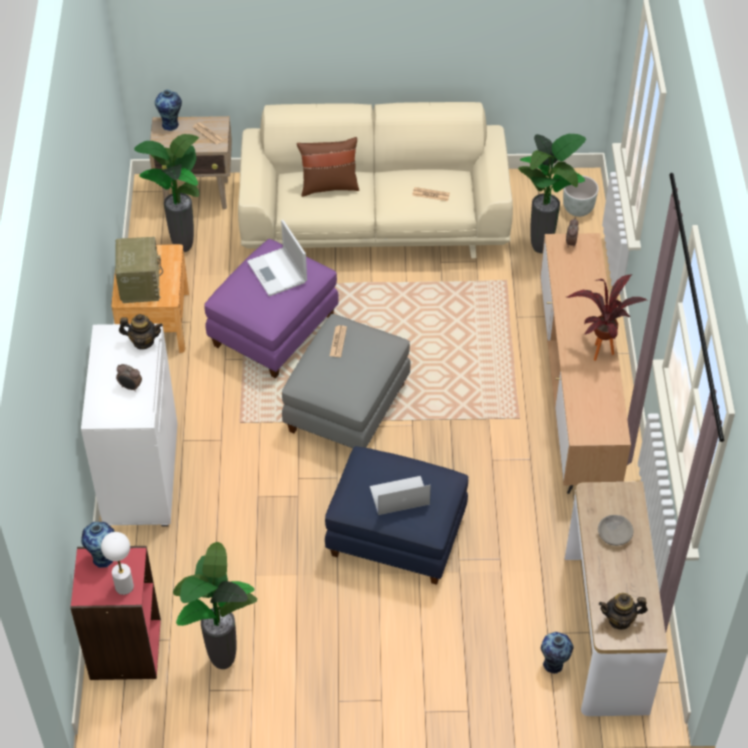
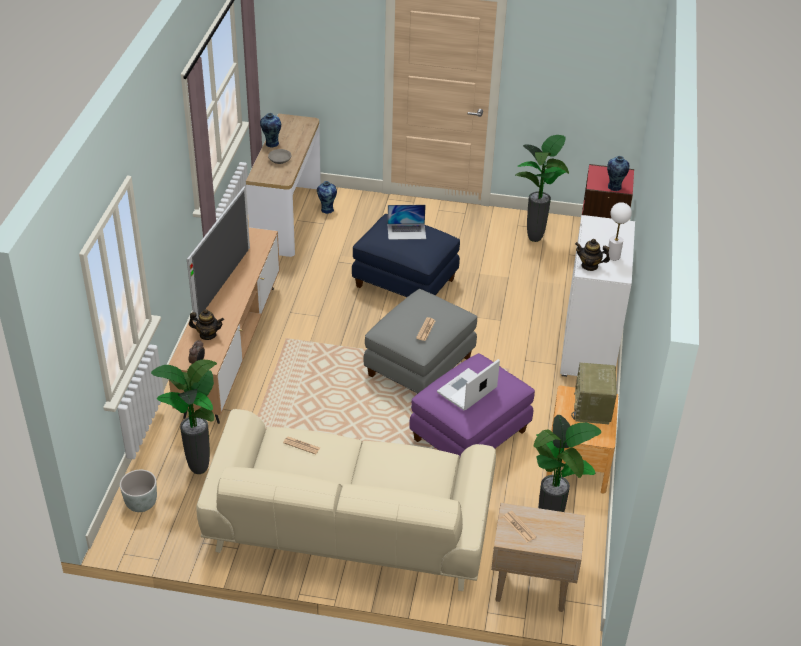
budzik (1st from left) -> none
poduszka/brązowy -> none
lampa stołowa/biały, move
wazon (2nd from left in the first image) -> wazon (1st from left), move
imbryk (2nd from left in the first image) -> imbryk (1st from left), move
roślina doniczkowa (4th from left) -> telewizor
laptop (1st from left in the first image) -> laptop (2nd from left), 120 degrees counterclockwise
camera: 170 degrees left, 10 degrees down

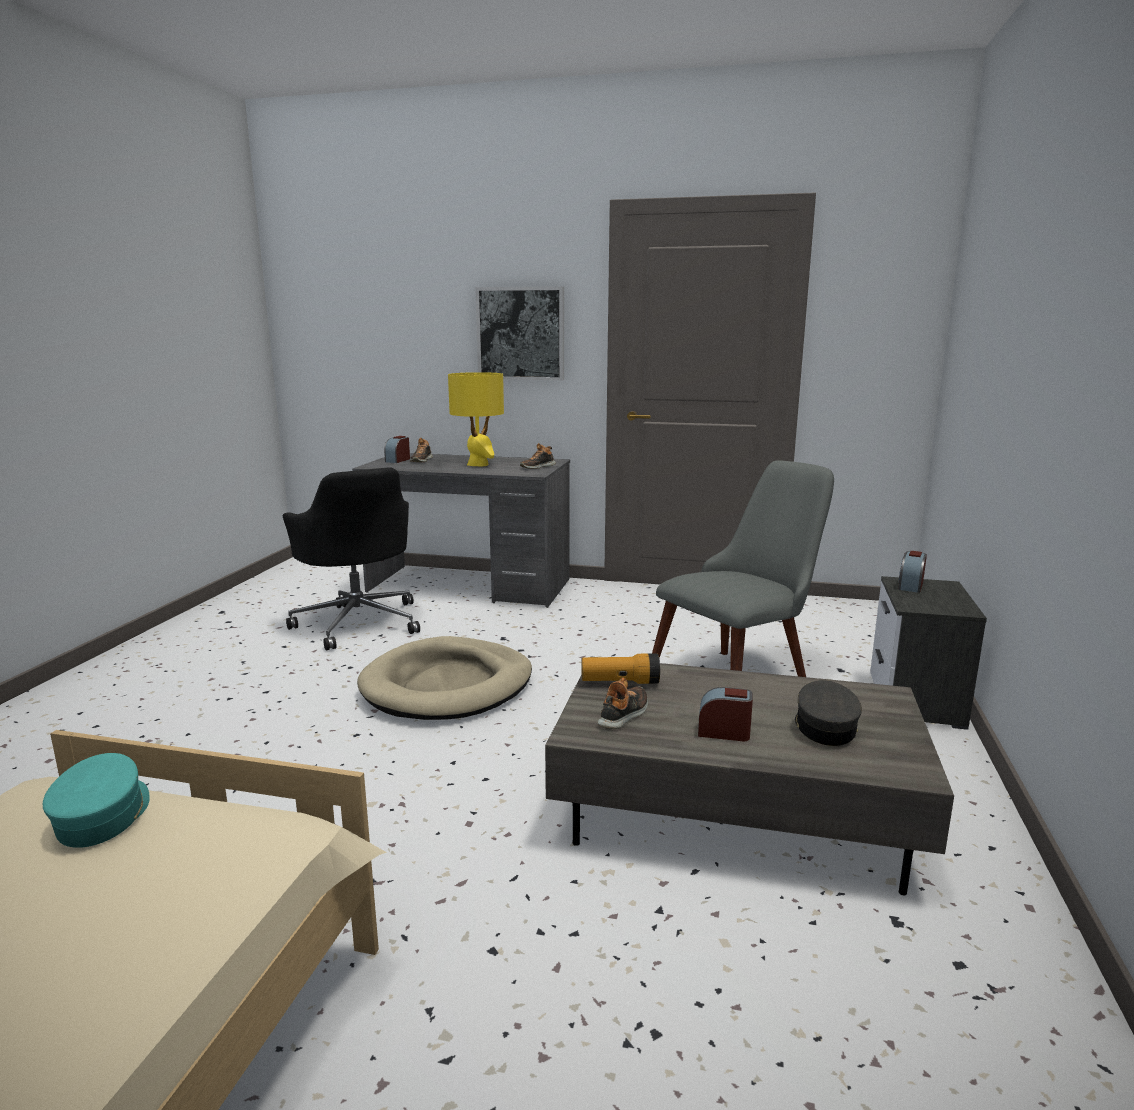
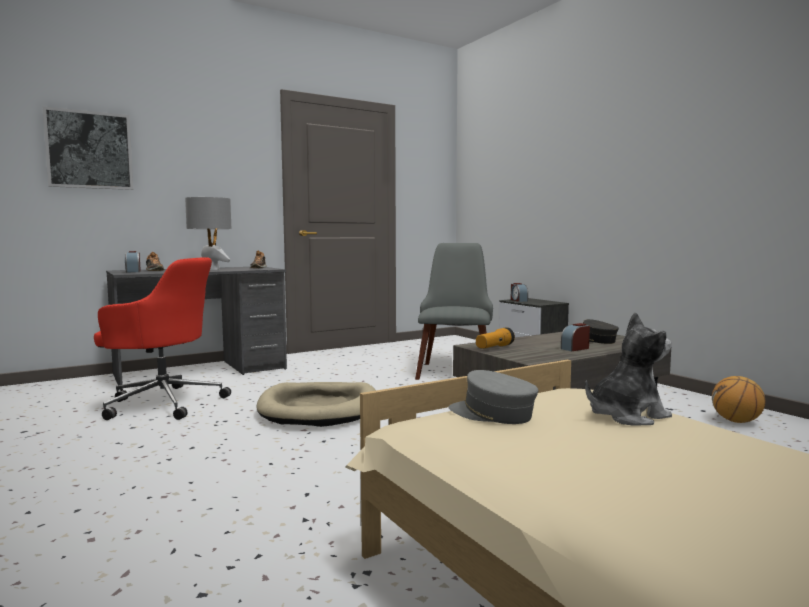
but (3rd from left) -> none
none -> pluszak
none -> piłka do koszykówki
obraz, move
czapka z daszkiem/turkusowy -> czapka z daszkiem/szary (1st from left)
krzesło biurowe/czarny -> krzesło biurowe/czerwony
lampa stołowa/żółty -> lampa stołowa/szary
camera: 45 degrees left, 10 degrees down

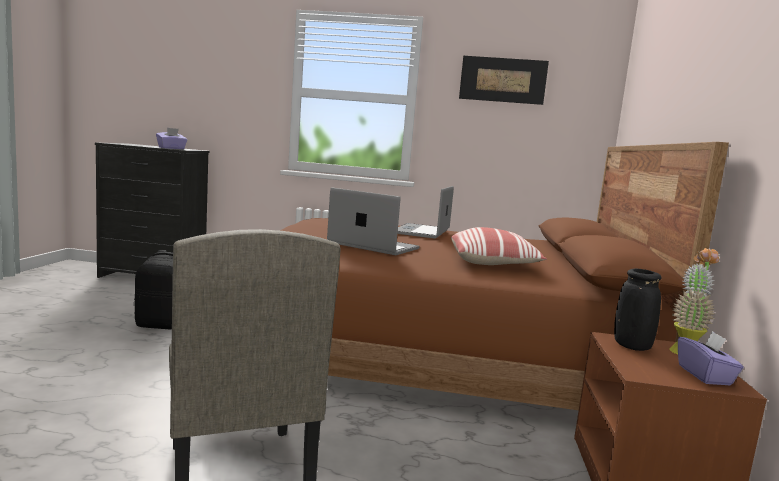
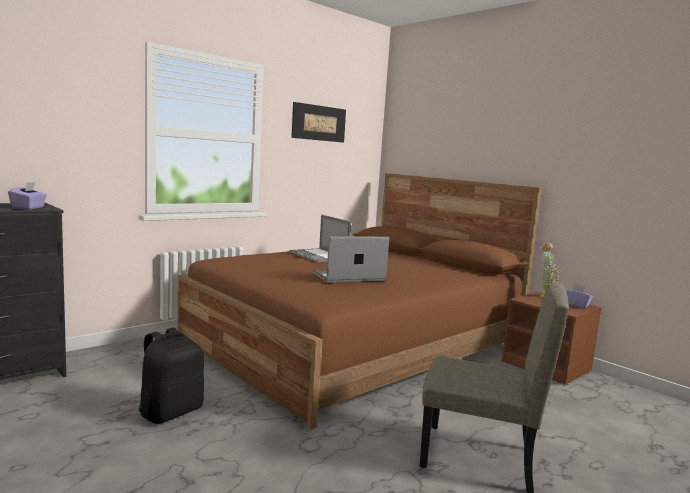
poduszka -> none
wazon/czarny -> none
camera: 50 degrees left, 0 degrees up

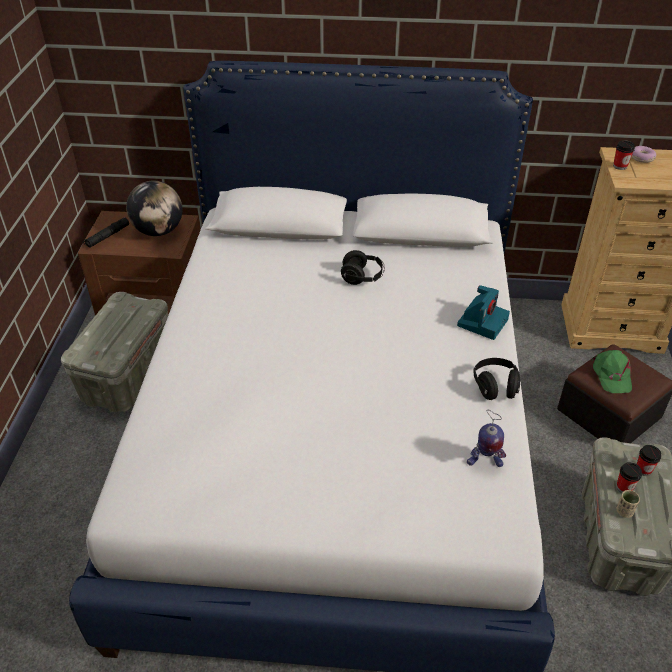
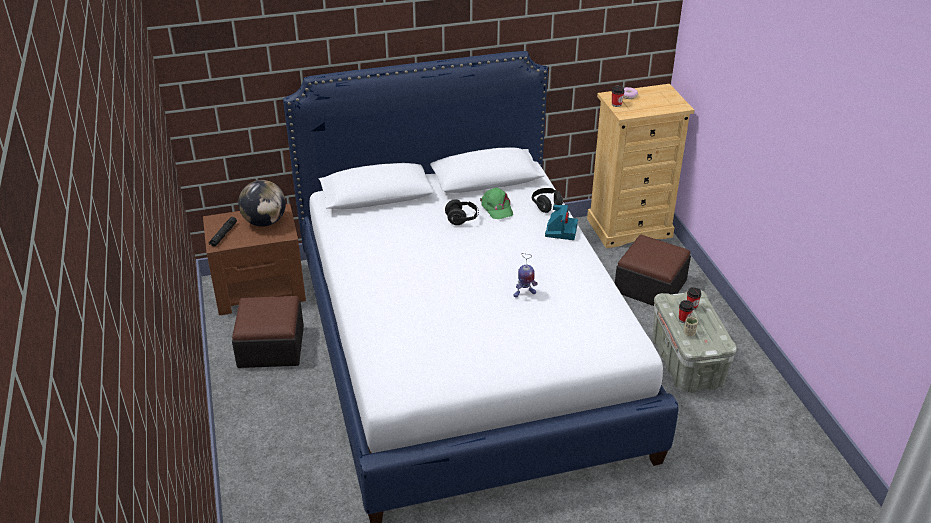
robot zabawkowy, move
słuchawki/czarny (2nd from left), move
czapka z daszkiem/zielony, move
pojemnik do przechowywania/szary (1st from left) -> pufa (1st from left)
camera: 20 degrees left, 5 degrees down

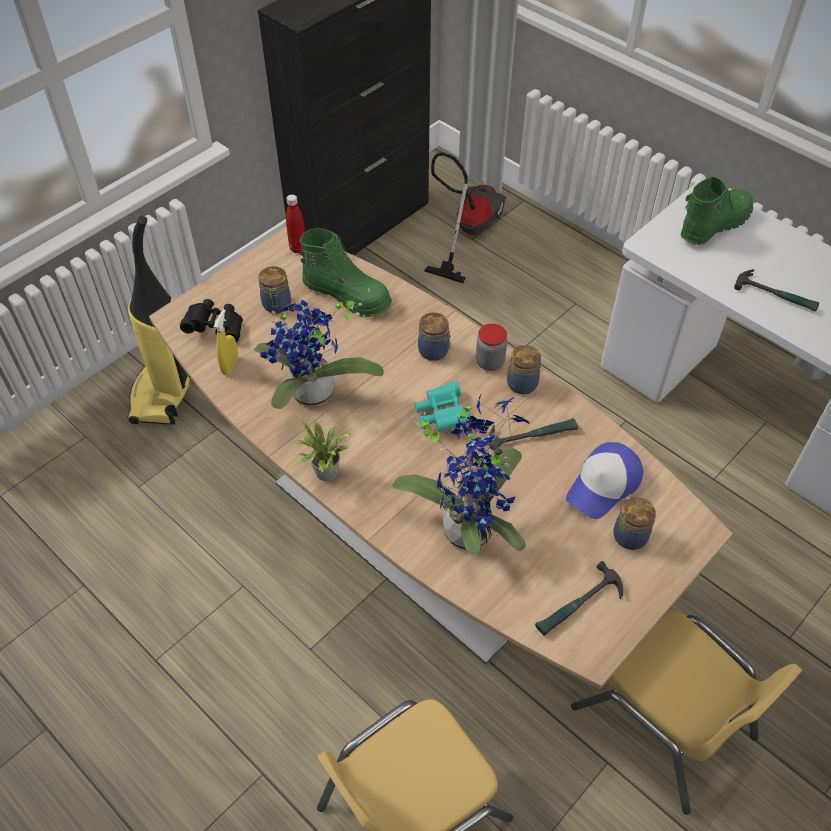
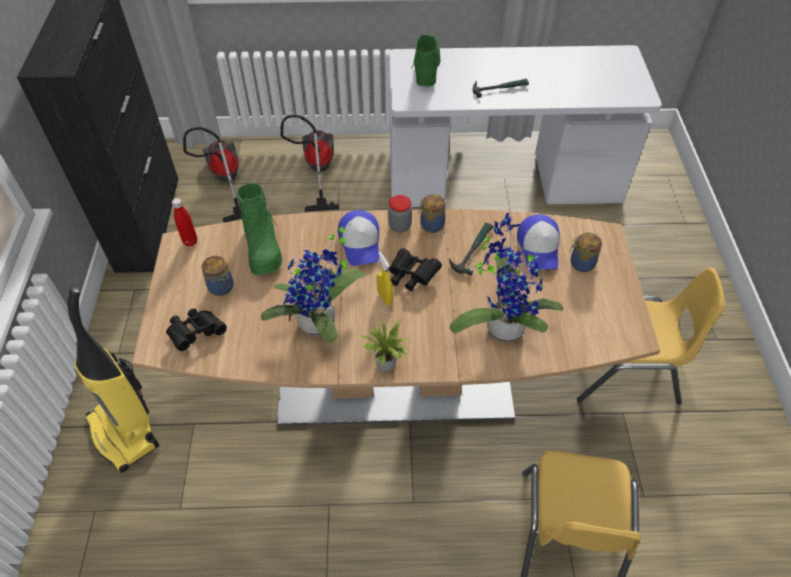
młotek (2nd from left) -> none
none -> odkurzacz (3rd from left)
spryskiwacz/żółty, move
słoik (2nd from left) -> czapka z daszkiem (1st from left)
lornetka/turkusowy -> lornetka/czarny (2nd from left)
but z cholewką/zielony (1st from left), 90 degrees clockwise
camera: 45 degrees left, 0 degrees up

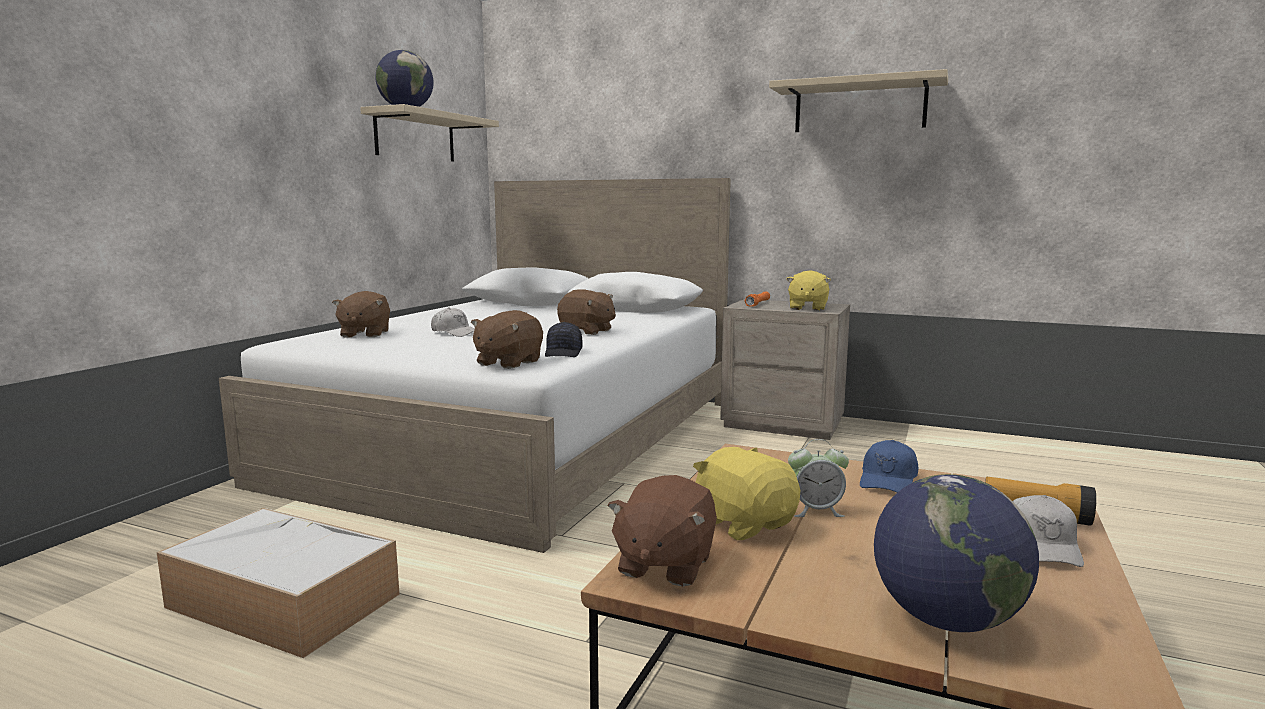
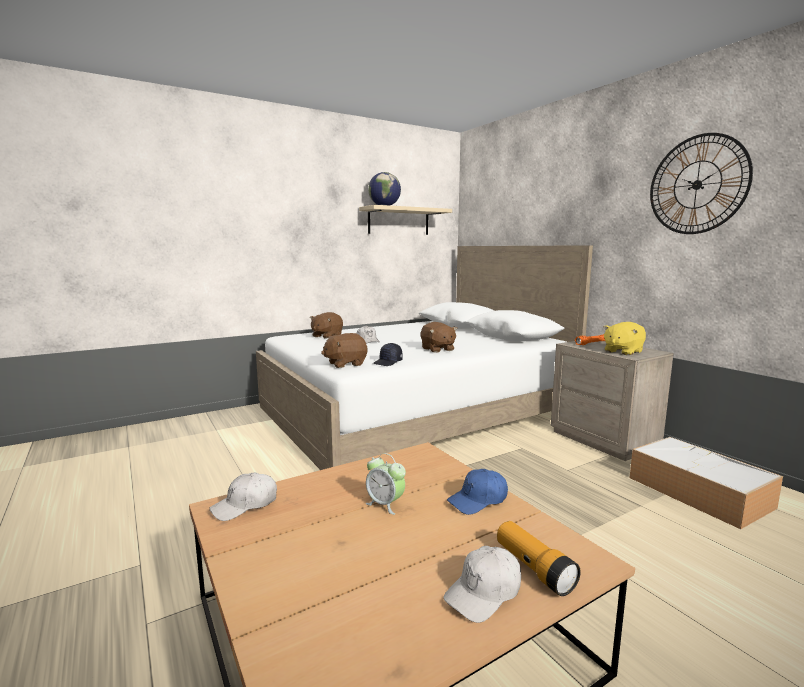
pluszak/żółty (1st from left) -> none
globus (2nd from left) -> none
pojemnik do przechowywania, move
pluszak/brązowy (4th from left) -> czapka z daszkiem/biały (1st from left)
półka/beżowy (2nd from left) -> zegar ścienny
camera: 35 degrees right, 0 degrees up

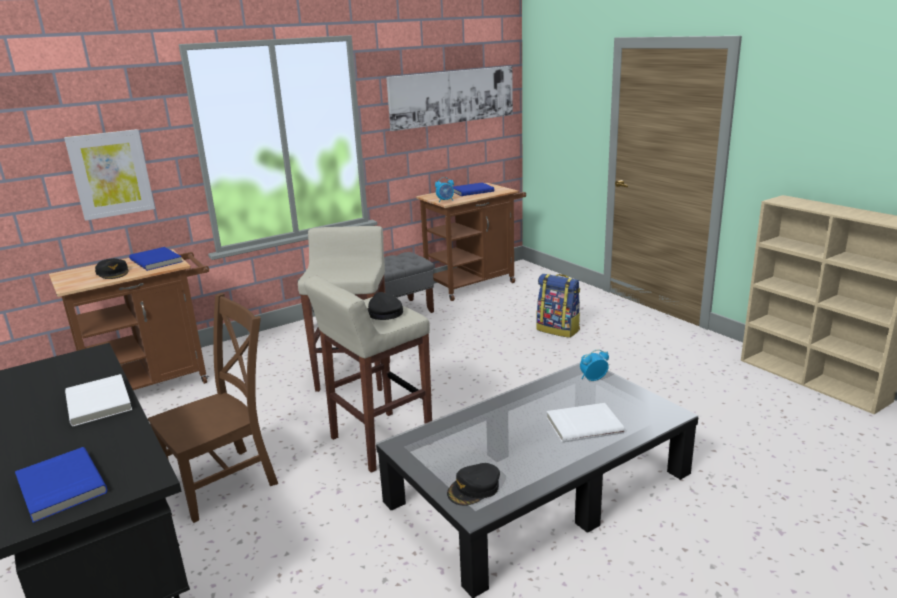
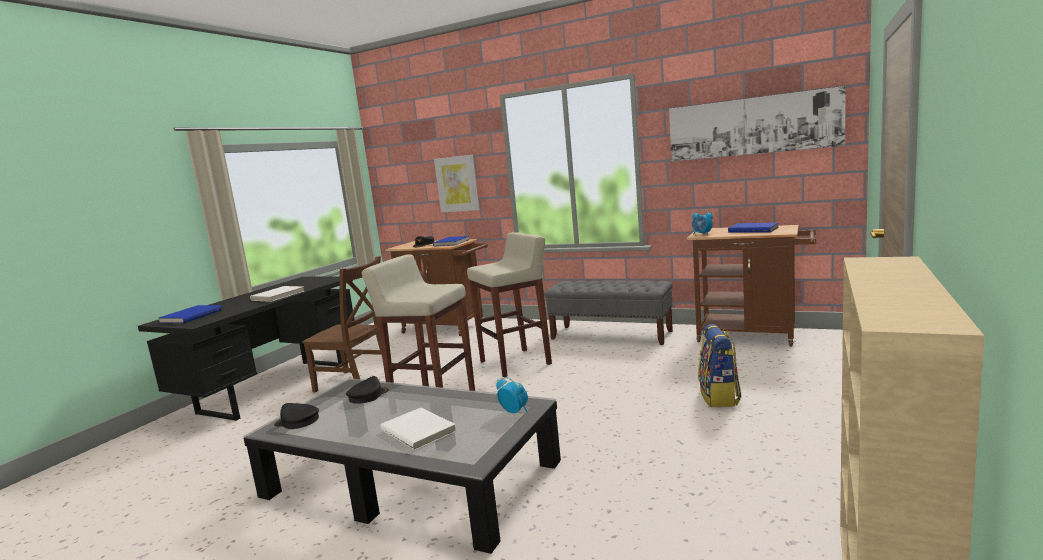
czapka z daszkiem/czarny (2nd from left), move
camera: 60 degrees right, 10 degrees down

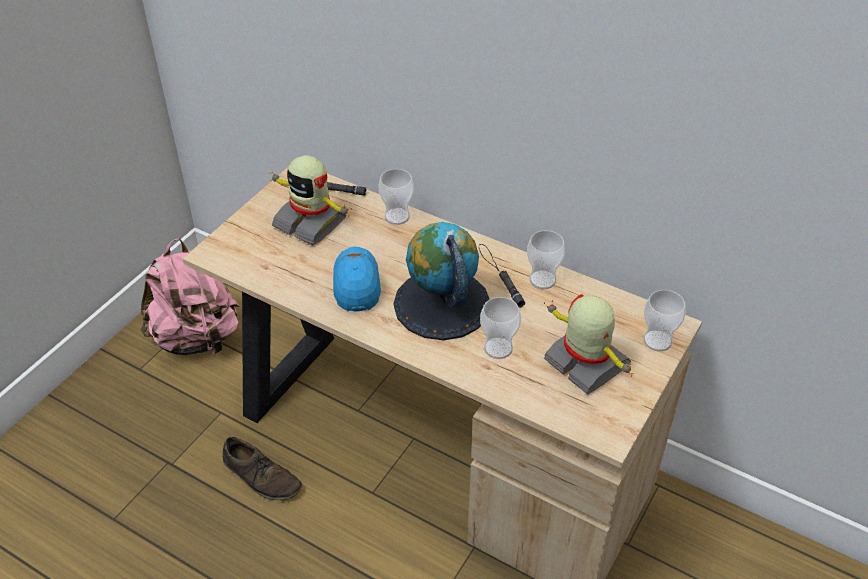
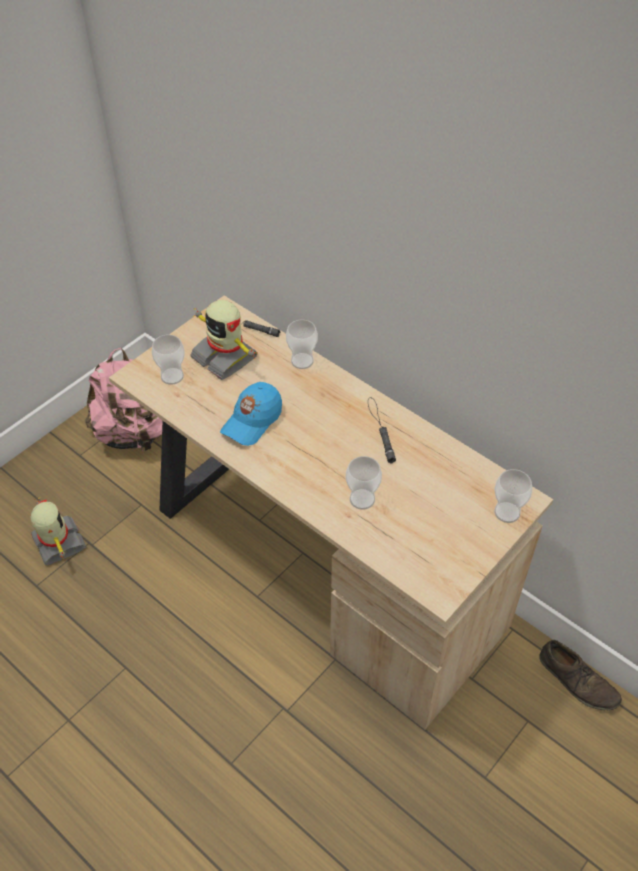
globus -> none
but/brązowy, move
filiżanka (3rd from left in the first image) -> filiżanka (1st from left), move
robot zabawkowy (2nd from left in the first image) -> robot zabawkowy (1st from left), move
czapka z daszkiem/niebieski, 150 degrees counterclockwise
camera: 10 degrees right, 5 degrees up

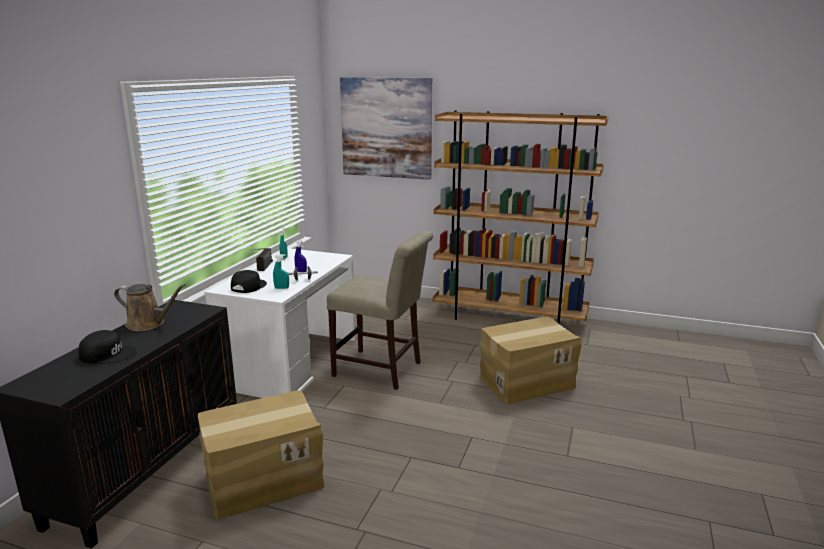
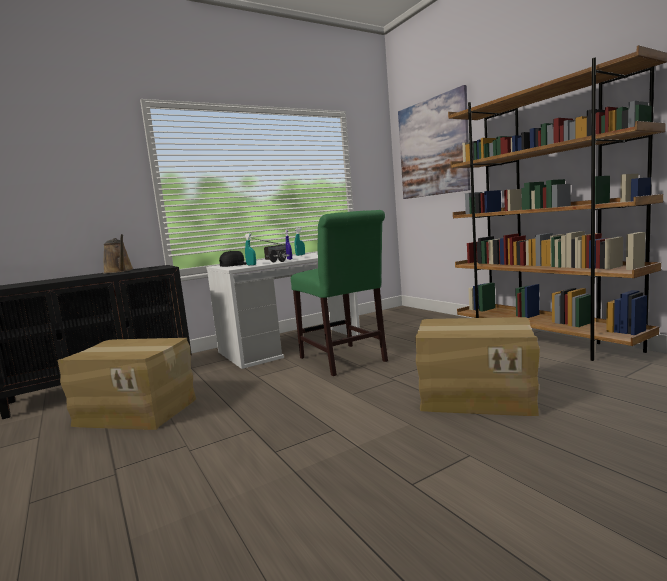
czapka z daszkiem/czarny (1st from left) -> none
krzesło/beżowy -> krzesło/zielony
camera: 40 degrees right, 10 degrees down

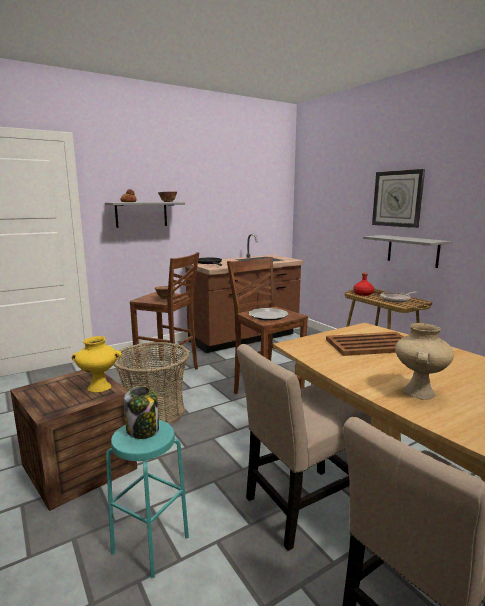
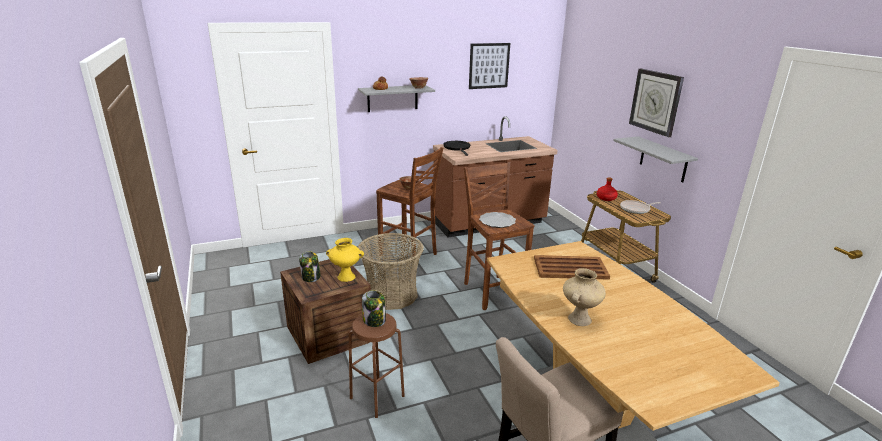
krzesło/beżowy (1st from left) -> none
none -> słoik (1st from left)
none -> obraz
stołek/turkusowy -> stołek/brązowy (1st from left)
camera: 10 degrees right, 10 degrees up

